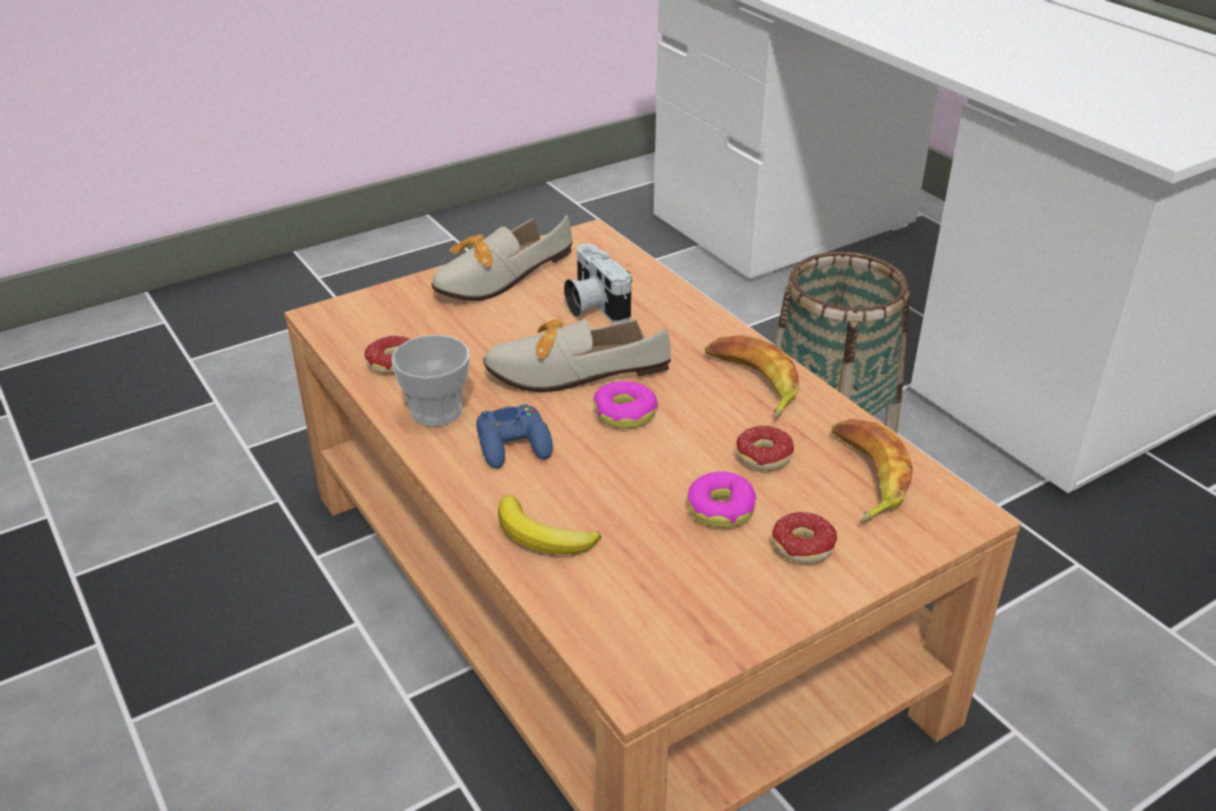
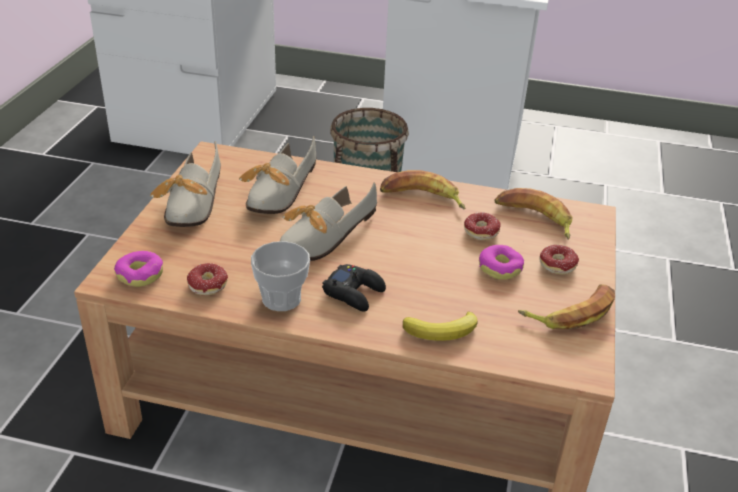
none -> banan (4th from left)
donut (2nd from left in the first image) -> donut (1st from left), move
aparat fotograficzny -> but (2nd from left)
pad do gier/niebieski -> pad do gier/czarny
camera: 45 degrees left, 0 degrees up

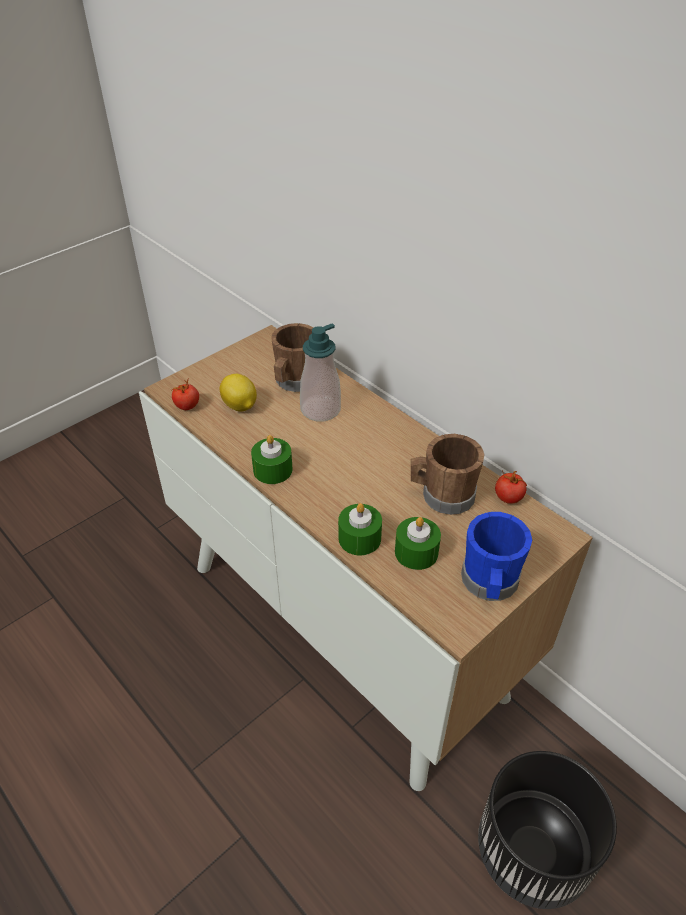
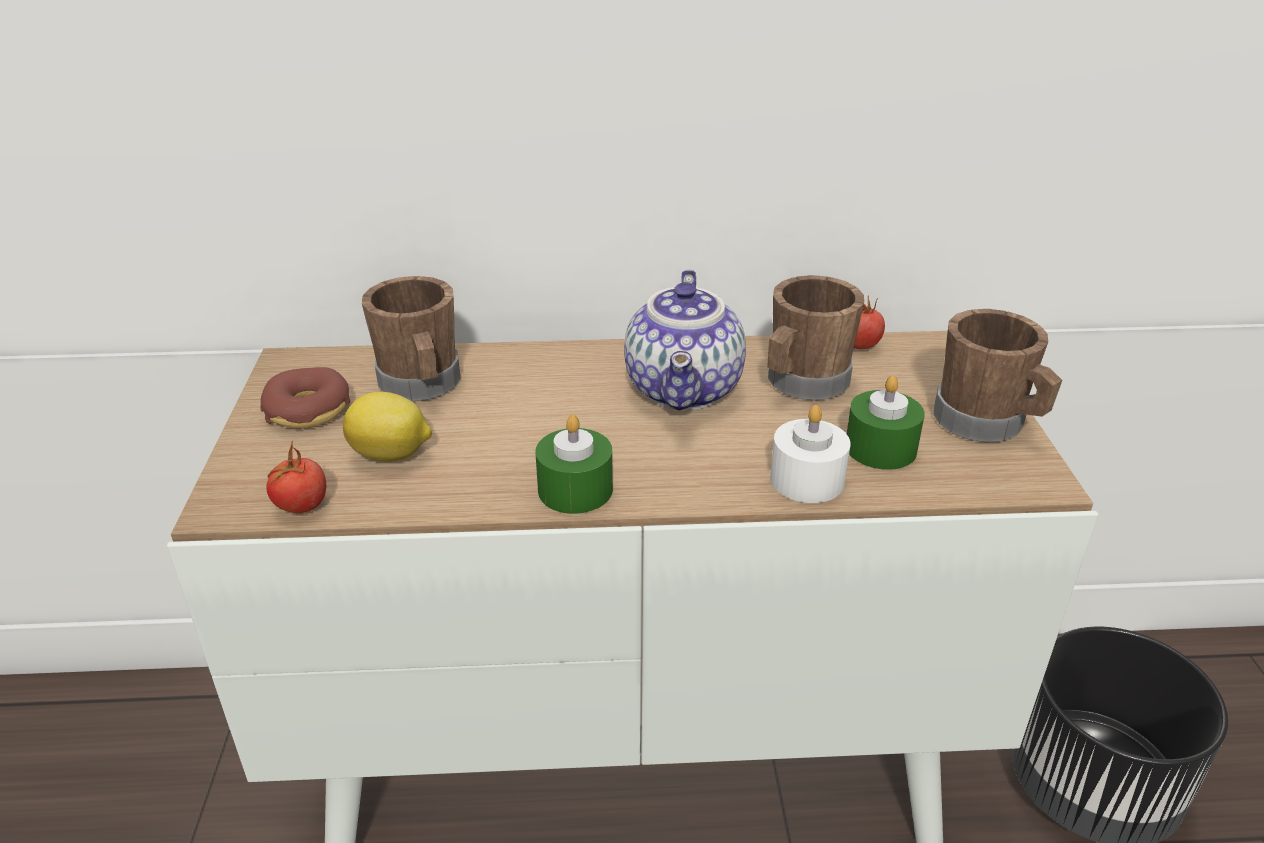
dozownik mydła -> none
none -> donut
none -> imbryk
świeca/zielony (2nd from left) -> świeca/biały
kubek/niebieski -> kubek/brązowy (3rd from left)
camera: 50 degrees left, 10 degrees down

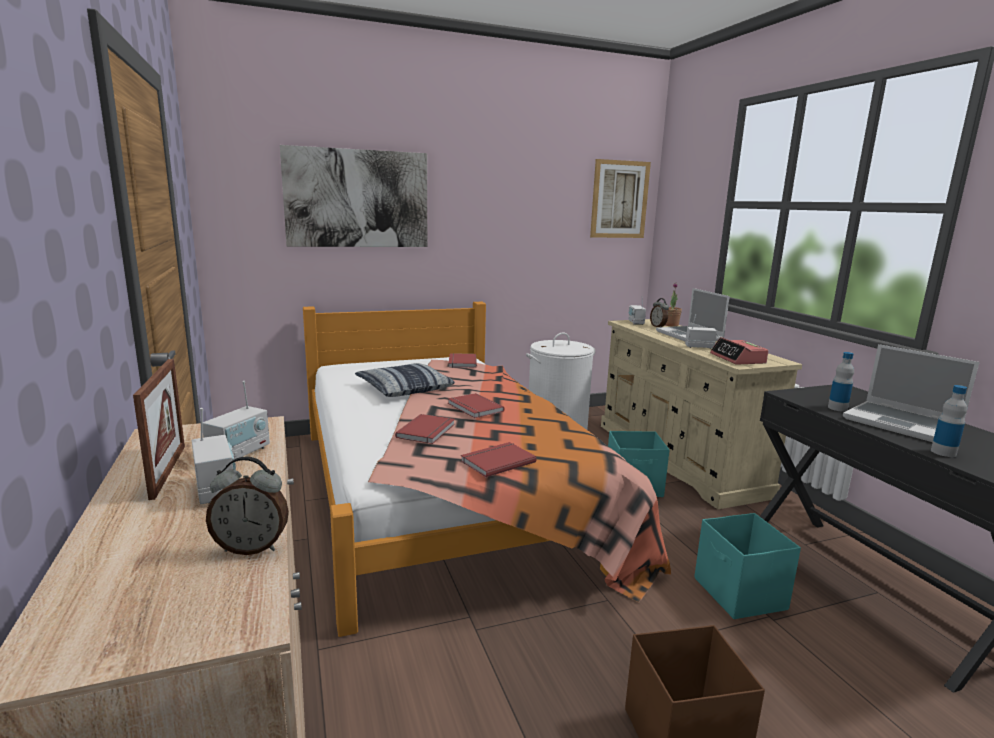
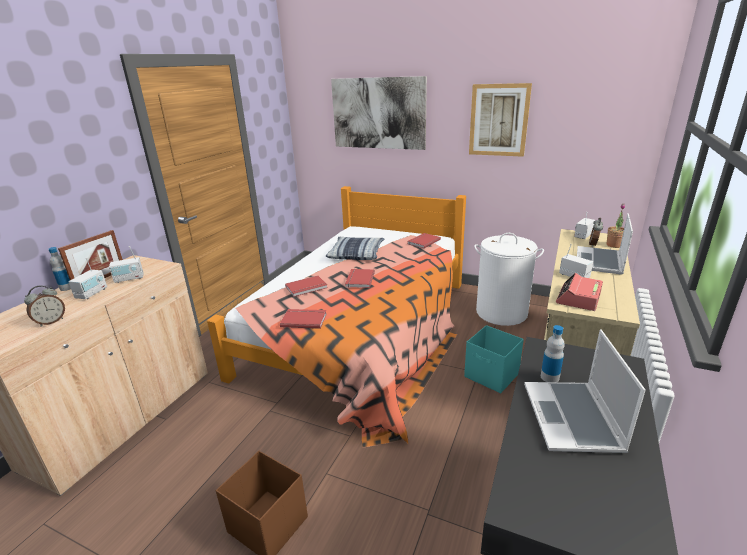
pojemnik do przechowywania/turkusowy (2nd from left) -> none
obraz (2nd from left), move
butelka (2nd from left in the first image) -> butelka (1st from left), move
budzik (1st from left), 90 degrees counterclockwise
camera: 45 degrees right, 10 degrees up

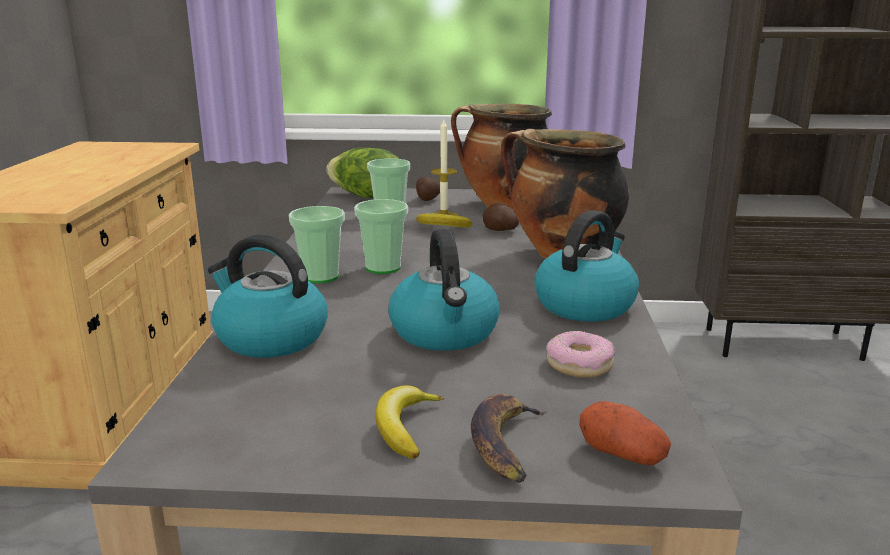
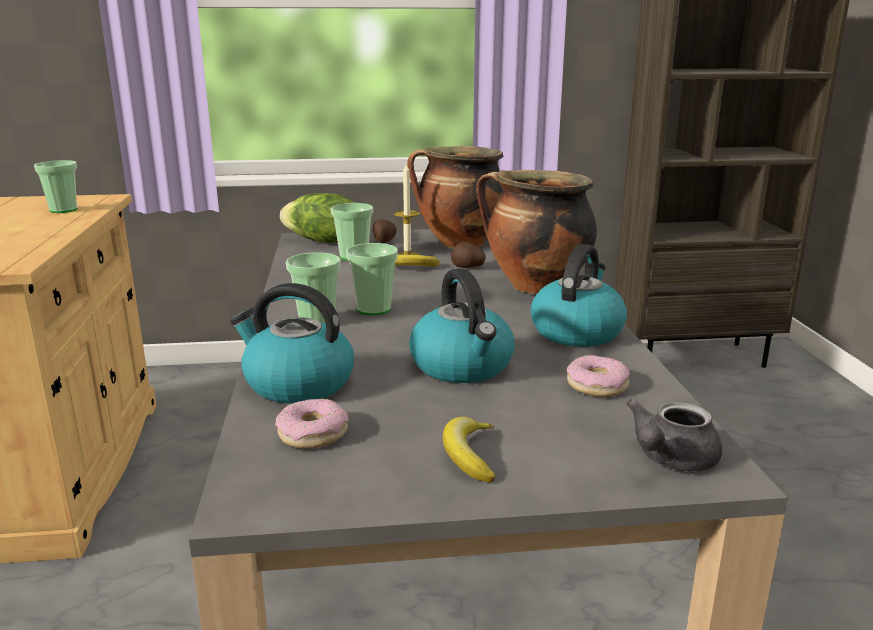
banan (3rd from left) -> none
none -> filiżanka (1st from left)
none -> donut (1st from left)
ziemniak (3rd from left) -> imbryk/szary
camera: 10 degrees left, 0 degrees up

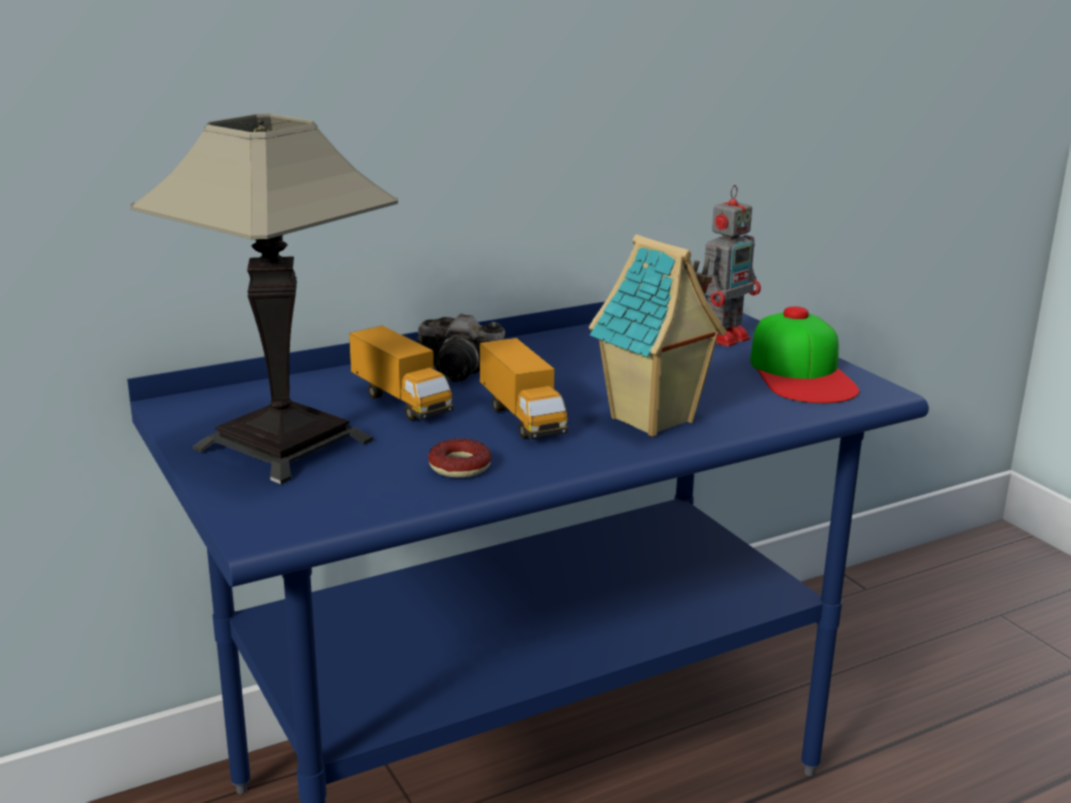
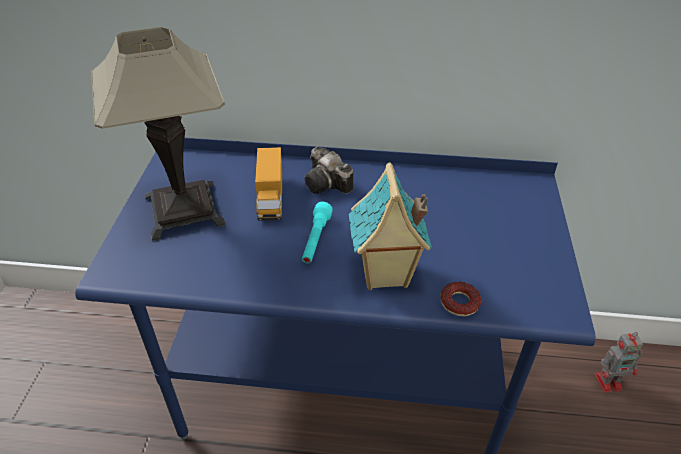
czapka z daszkiem -> none
donut, move
robot zabawkowy, move
ciężarówka zabawkowa (2nd from left) -> latarka/turkusowy
camera: 35 degrees right, 20 degrees up

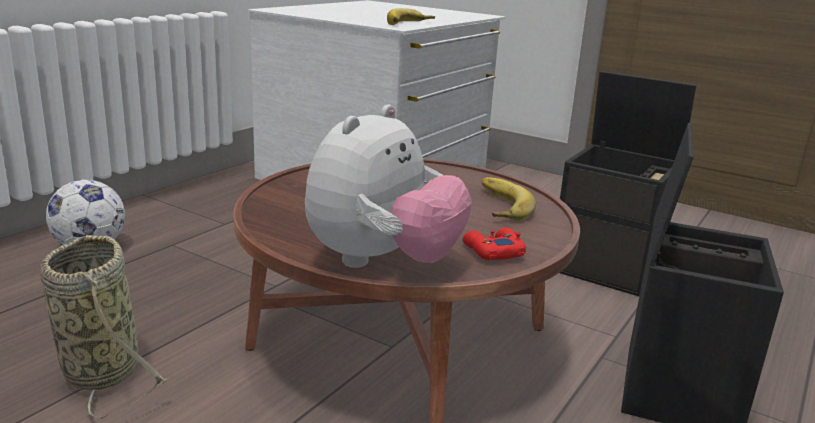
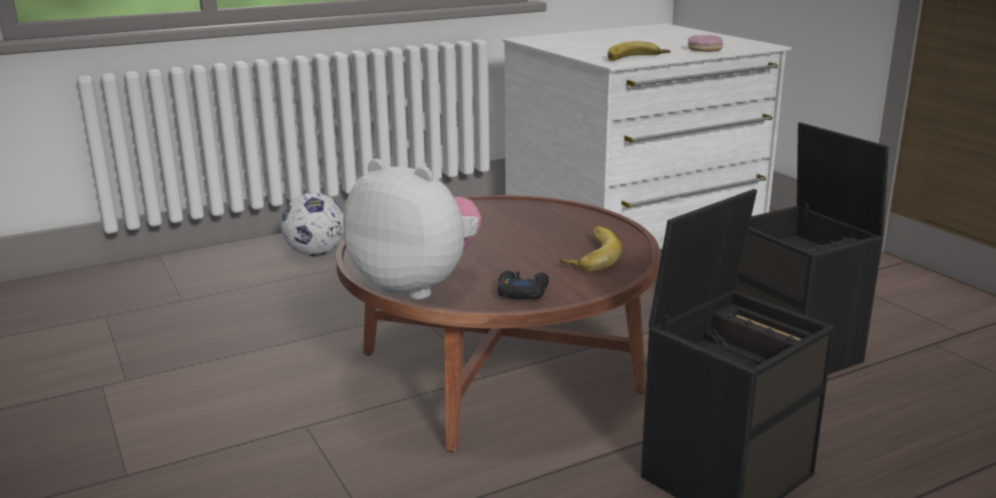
koszyk -> none
none -> donut
pad do gier/czerwony -> pad do gier/czarny
pluszak, 120 degrees counterclockwise
camera: 30 degrees right, 0 degrees up

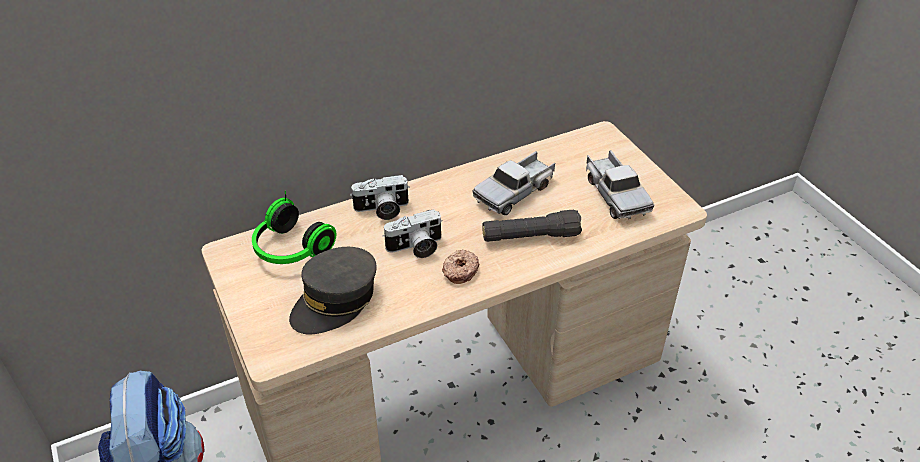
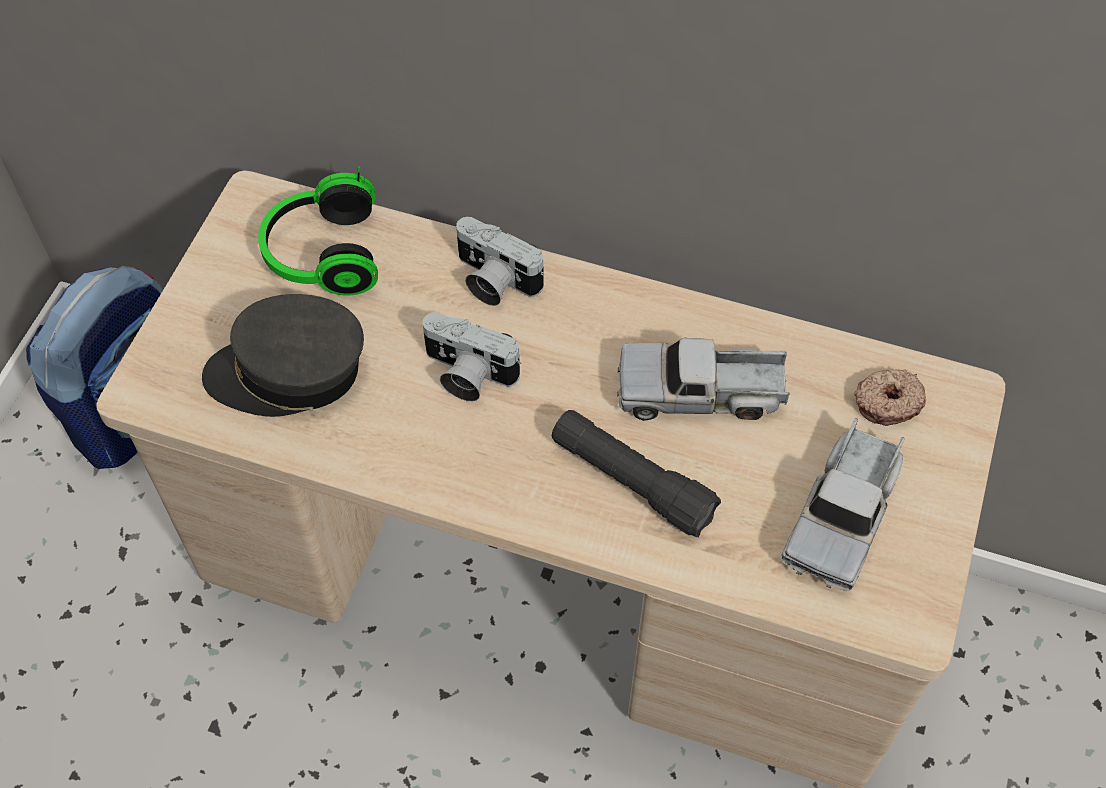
donut, move
camera: 45 degrees right, 15 degrees up

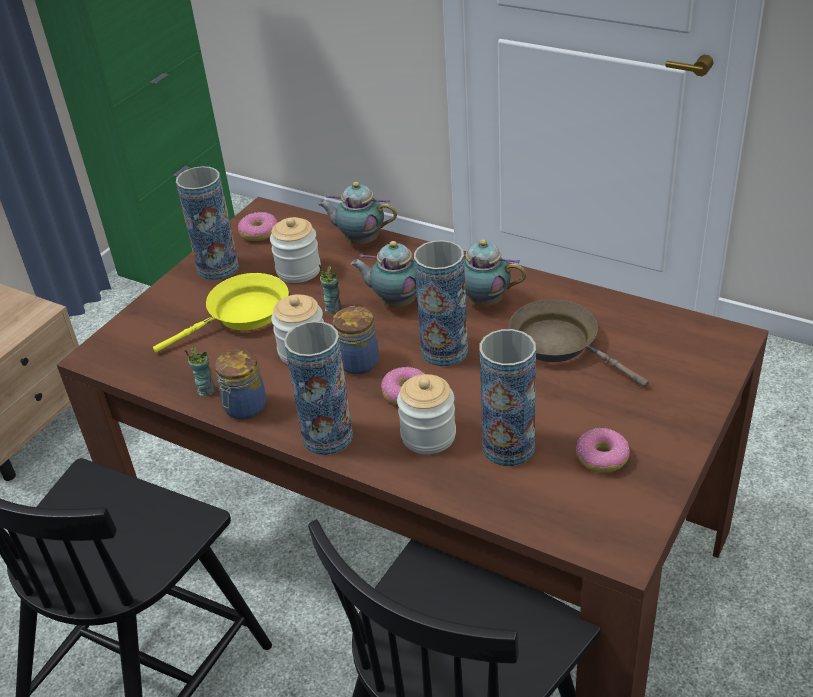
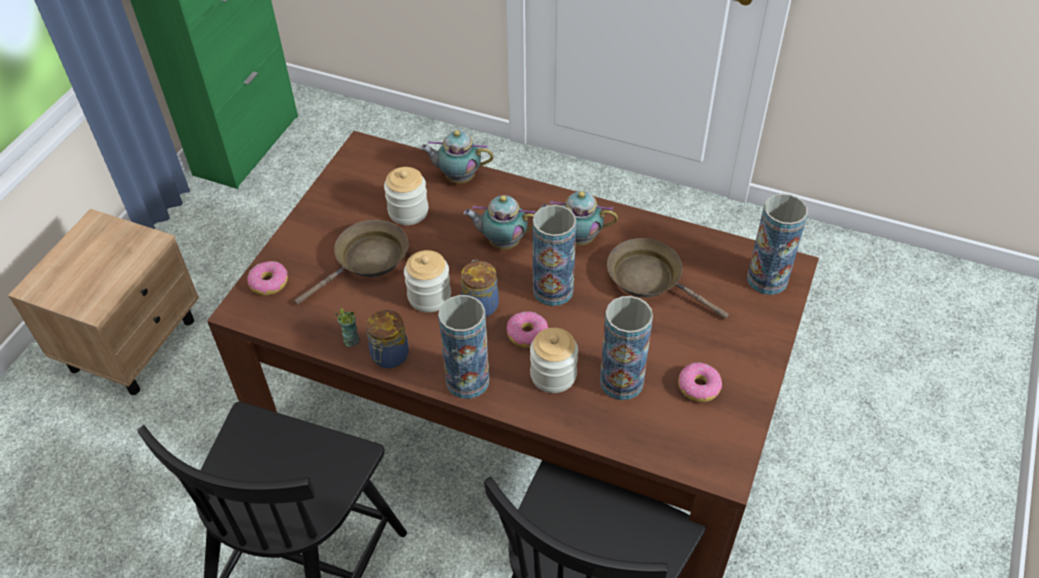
filiżanka (2nd from left) -> none
wazon (1st from left in the first image) -> wazon (4th from left), move
donut (1st from left), move
patelnia/żółty -> patelnia/brązowy (1st from left)
camera: 10 degrees left, 10 degrees up

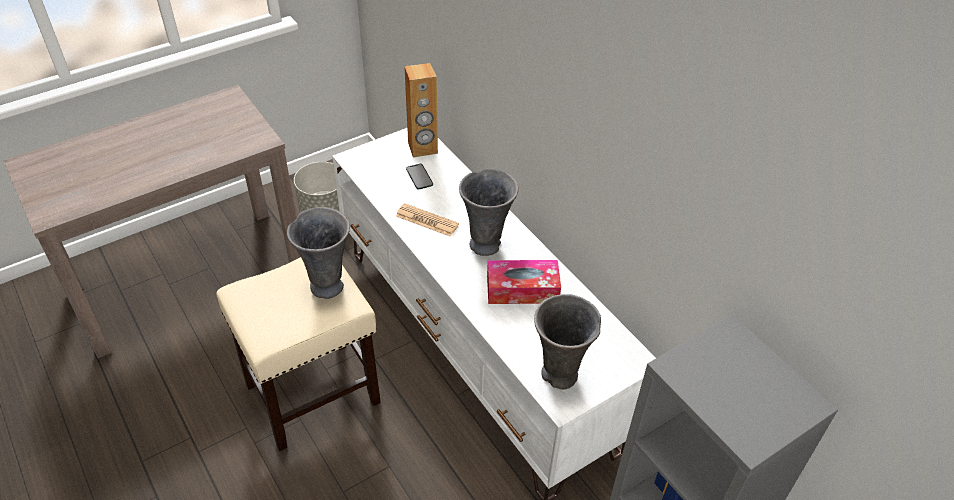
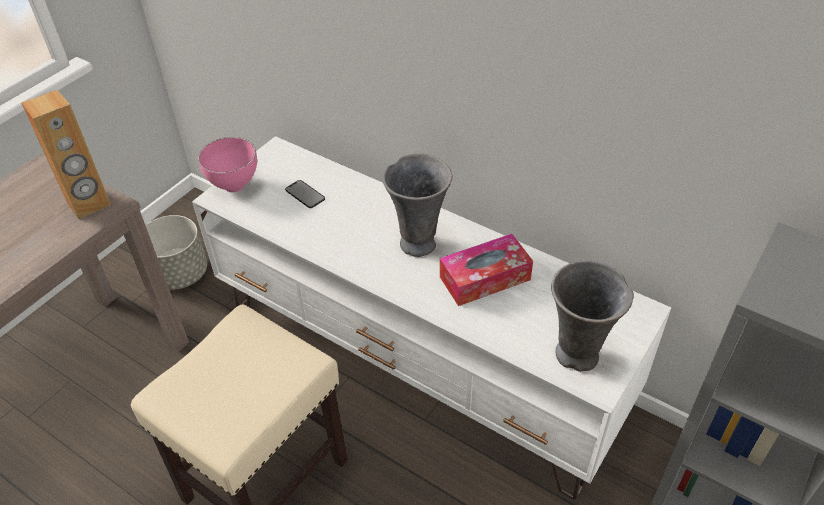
wazon/szary (1st from left) -> none
gazeta -> none
none -> miska/różowy
głośnik/brązowy, move
camera: 20 degrees left, 0 degrees up

